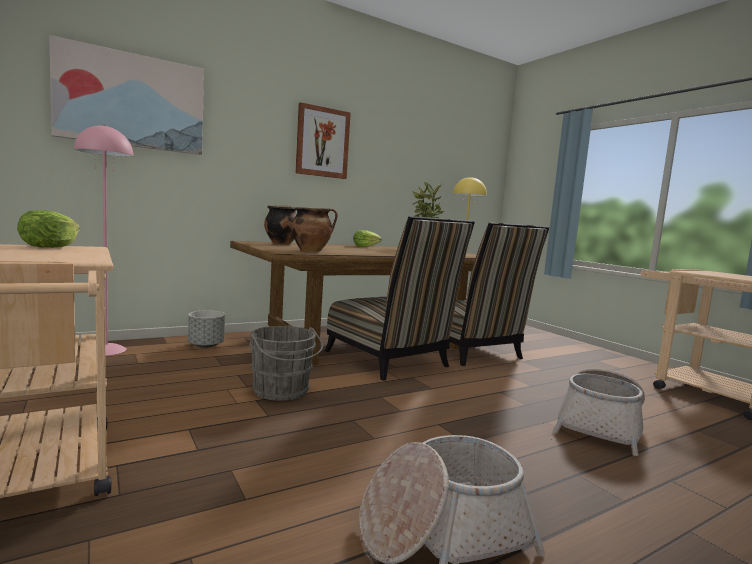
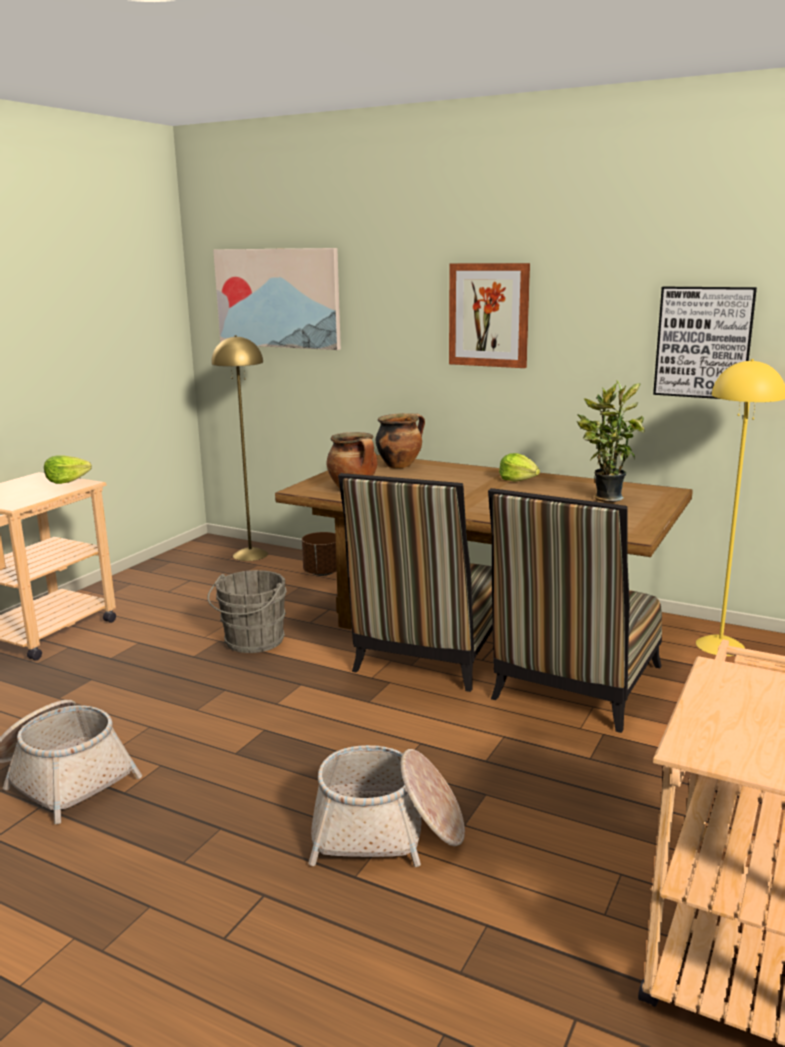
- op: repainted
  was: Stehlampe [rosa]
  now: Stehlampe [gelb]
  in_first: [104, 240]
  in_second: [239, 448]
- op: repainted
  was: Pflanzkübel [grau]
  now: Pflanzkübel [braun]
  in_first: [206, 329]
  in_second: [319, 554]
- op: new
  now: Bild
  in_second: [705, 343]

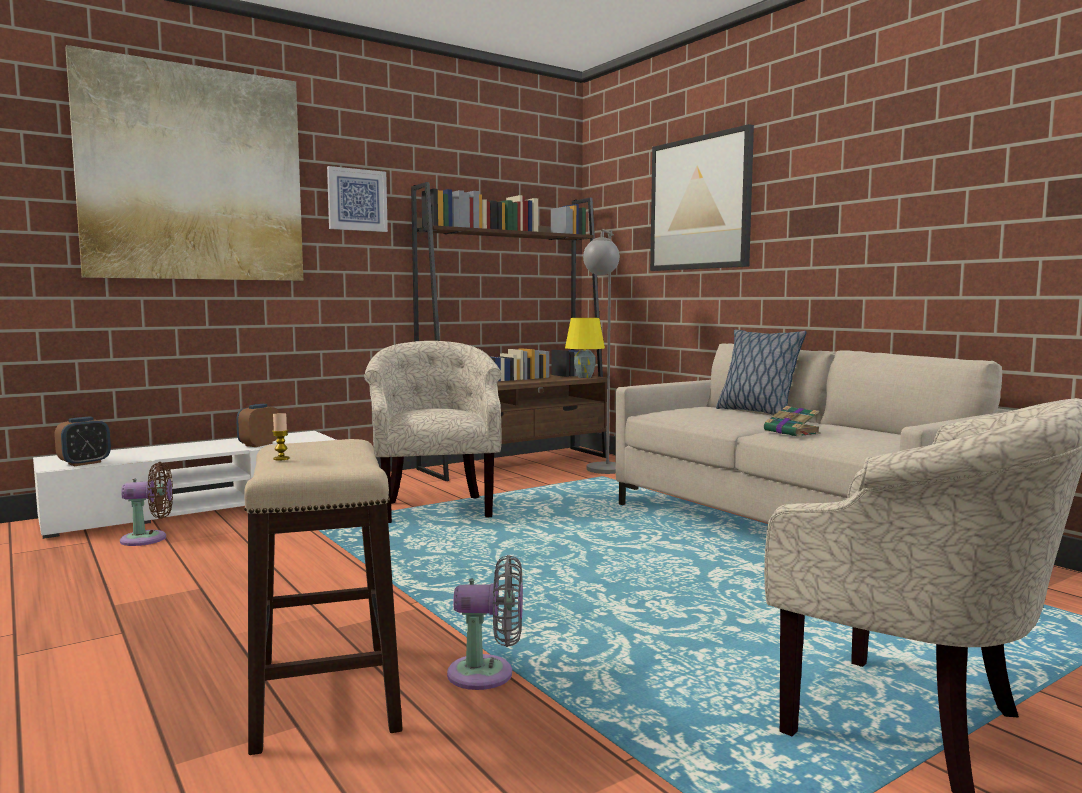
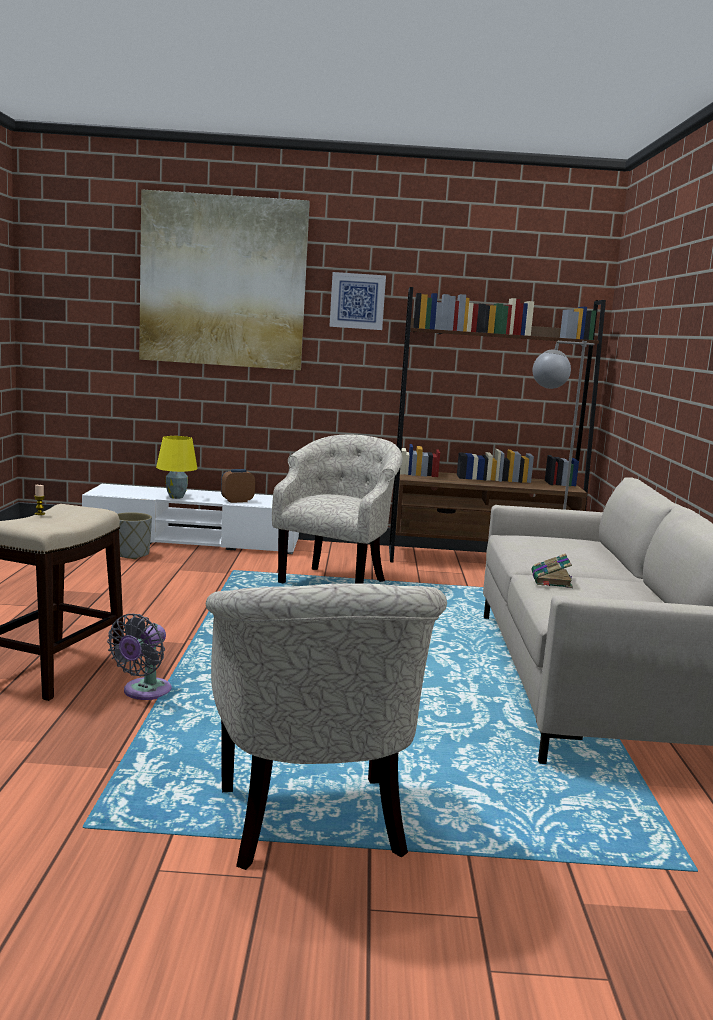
- op: gone
  was: Bild
  in_first: [702, 197]
- op: shifted
  was: Tischlampe [gelb]
  in_first: [585, 348]
  in_second: [177, 467]
- op: gone
  was: Kissen
  in_first: [761, 372]
- op: gone
  was: Wecker
  in_first: [83, 441]
- op: swapped
  was: Ventilator [braun]
  now: Pflanzkübel [grau]
  in_first: [146, 504]
  in_second: [135, 535]
- op: rotated
  was: Ventilator [grau]
  in_first: [485, 622]
  in_second: [139, 657]
  clockwise: 75

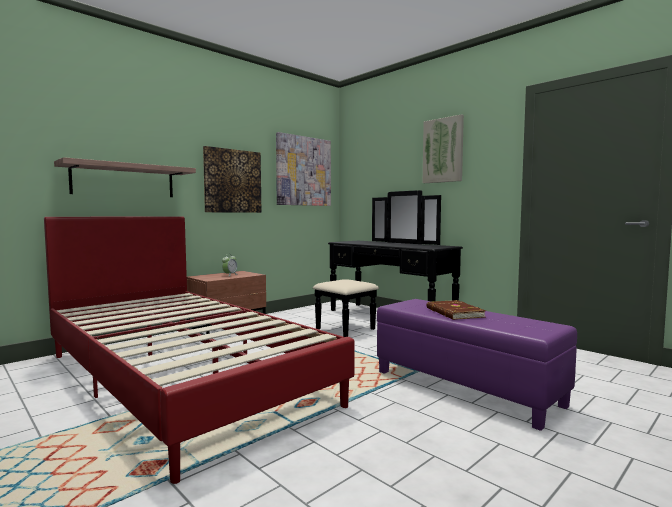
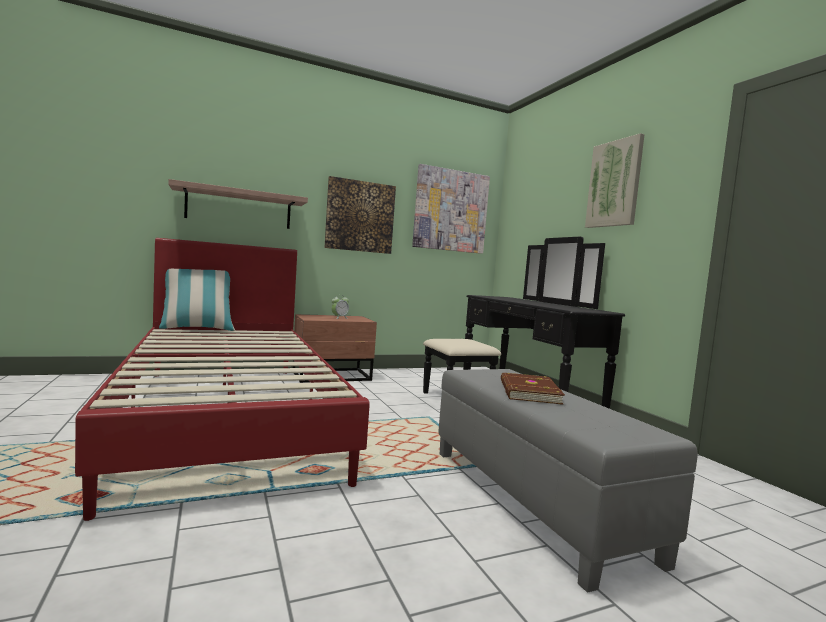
- op: repainted
  was: Polsterhocker [lila]
  now: Polsterhocker [grau]
  in_first: [477, 365]
  in_second: [568, 481]
- op: new
  now: Kissen
  in_second: [197, 300]

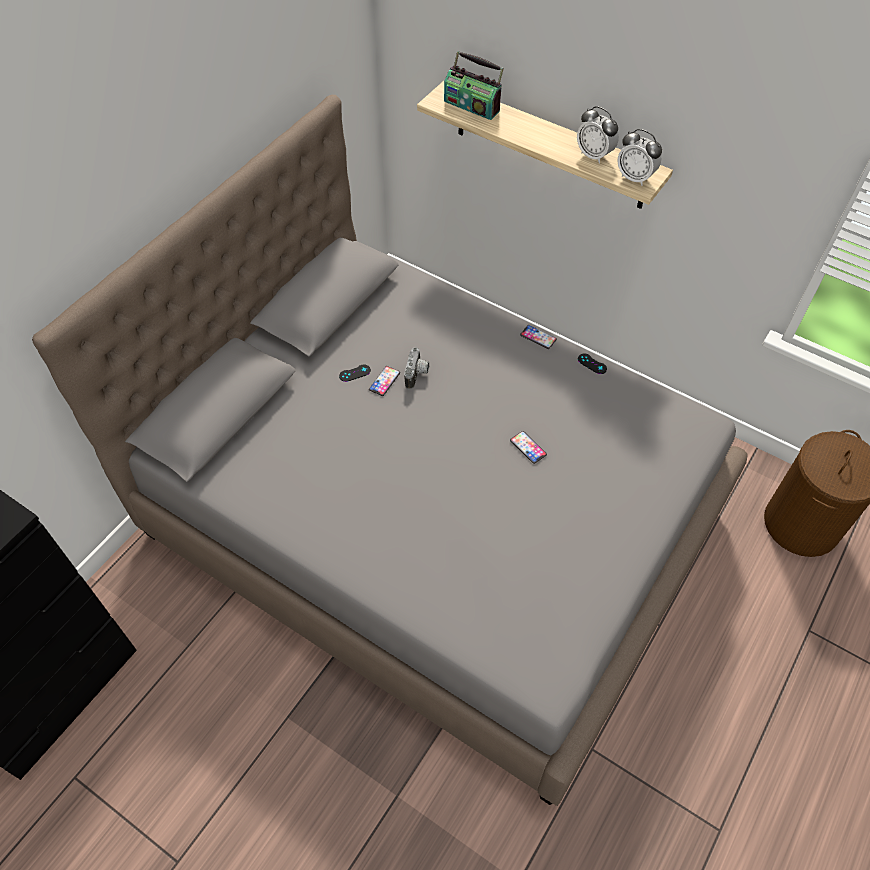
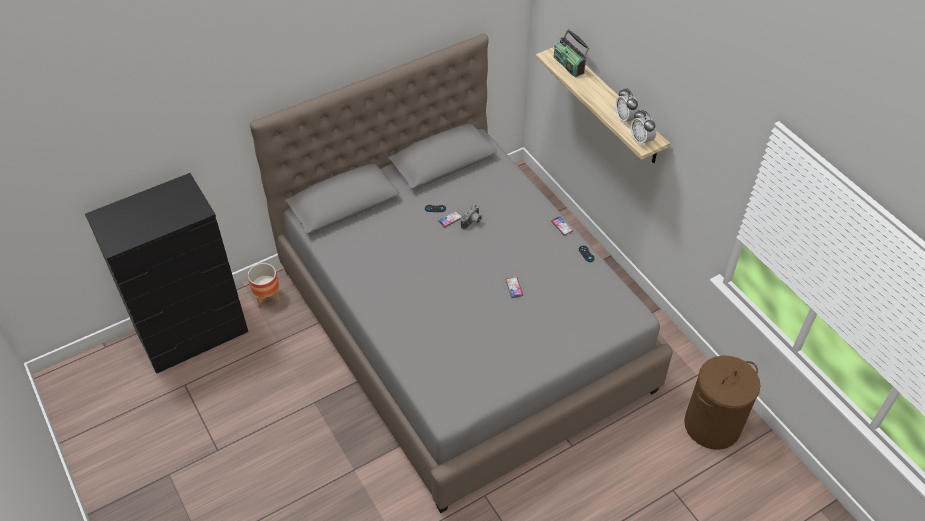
- op: new
  now: Pflanzkübel
  in_second: [264, 285]

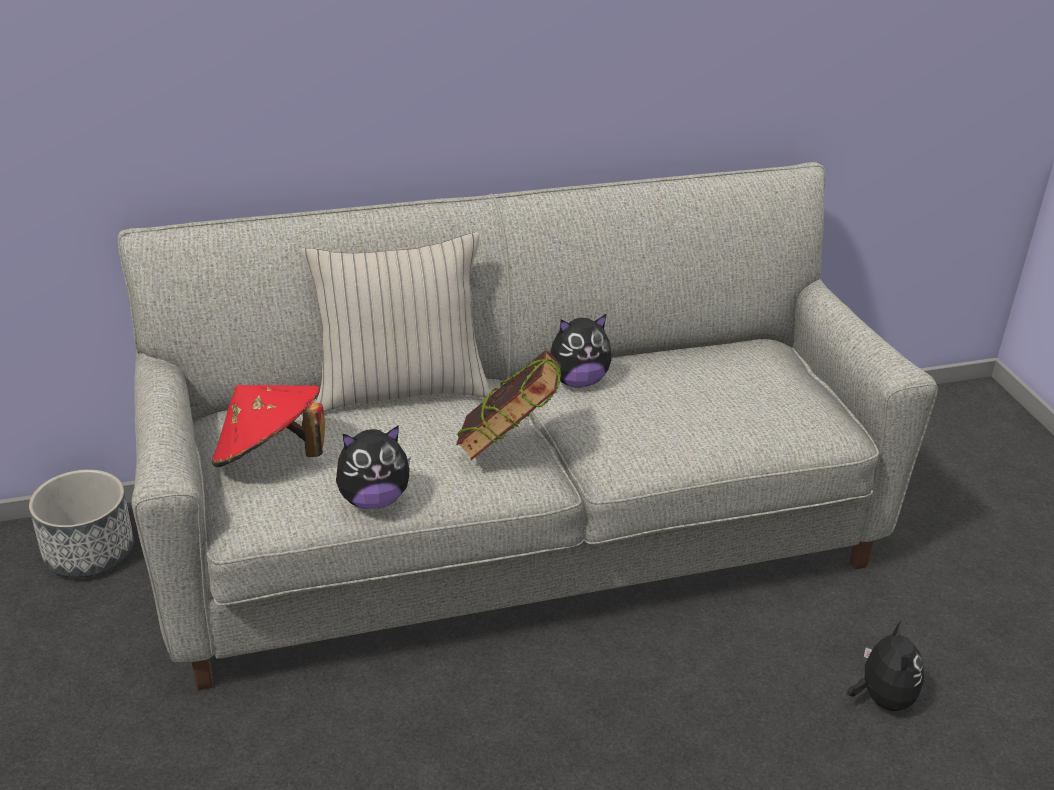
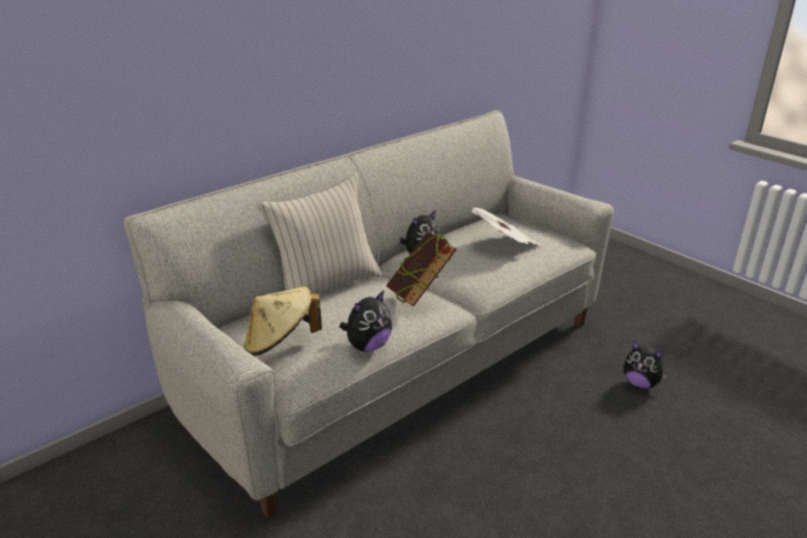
- op: repainted
  was: Hut [rot]
  now: Hut [beige]
  in_first: [268, 426]
  in_second: [283, 321]
- op: gone
  was: Pflanzkübel
  in_first: [81, 524]
- op: rotated
  was: Plüschtier
  in_first: [885, 666]
  in_second: [646, 364]
  clockwise: 150
- op: new
  now: Zeitung
  in_second: [506, 226]

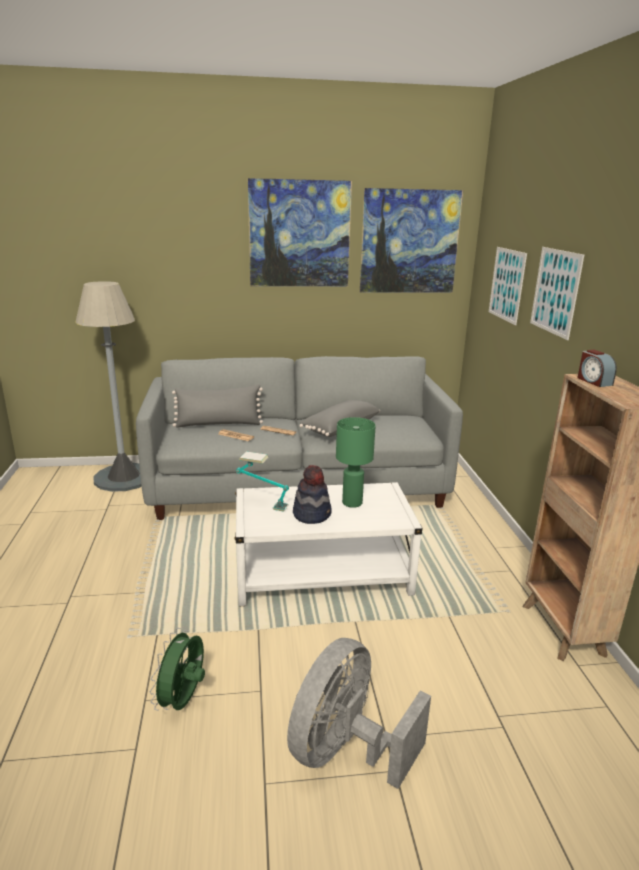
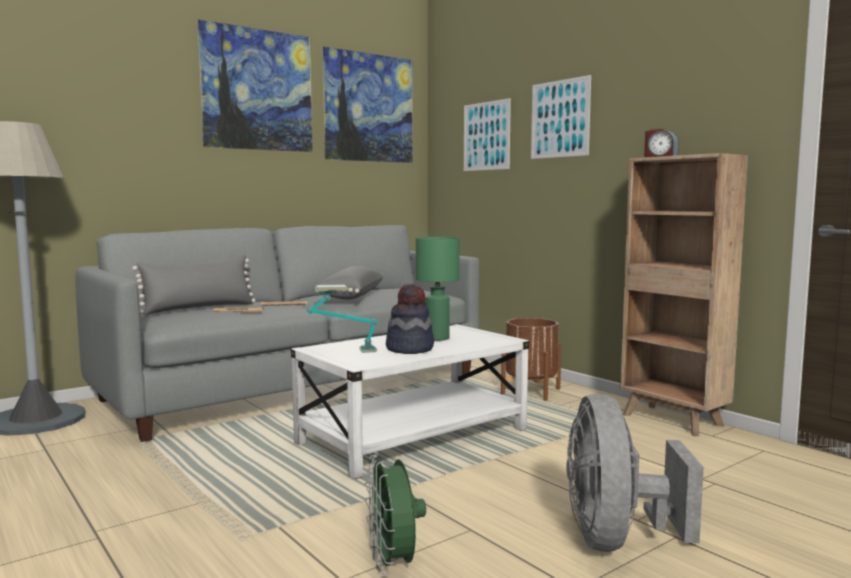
- op: new
  now: Pflanzkübel [braun]
  in_second: [531, 359]

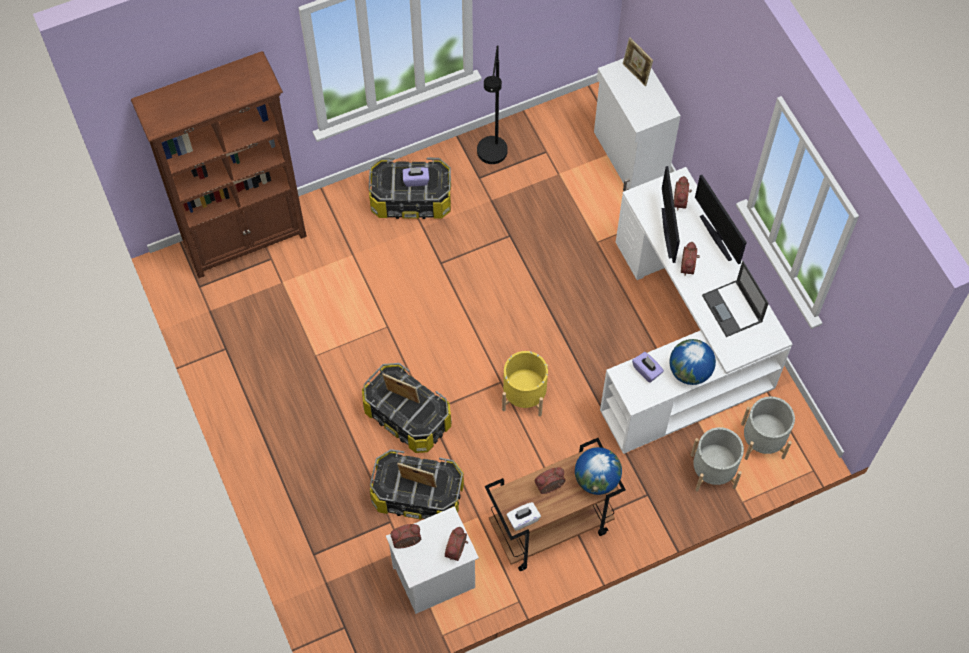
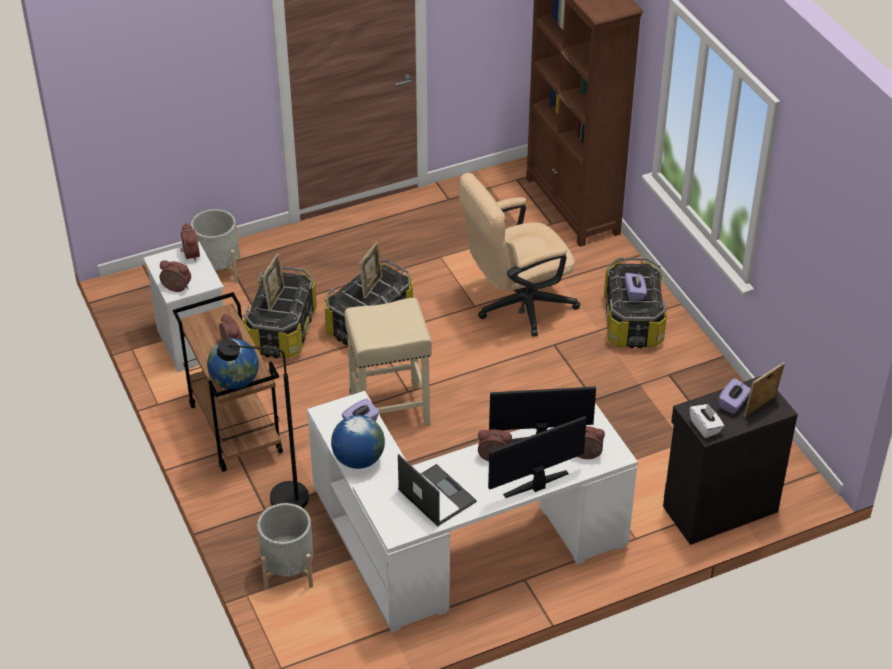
- op: shifted
  was: Stehlampe [schwarz]
  in_first: [492, 104]
  in_second: [263, 424]
- op: repainted
  was: Schrank [weiß]
  now: Schrank [schwarz]
  in_first: [637, 124]
  in_second: [730, 460]
- op: rotated
  was: Laptop
  in_first: [735, 299]
  in_second: [437, 490]
  clockwise: 75
- op: swapped
  was: Pflanzkübel [gelb]
  now: Hocker [beige]
  in_first: [525, 383]
  in_second: [388, 362]
- op: shifted
  was: Pflanzkübel [grau]
  in_first: [768, 428]
  in_second: [215, 246]
- op: shifted
  was: Taschentuchbox [weiß]
  in_first: [524, 516]
  in_second: [707, 421]
- op: new
  now: Bürostuhl [beige]
  in_second: [519, 255]
- op: new
  now: Taschentuchbox [lila]
  in_second: [734, 396]

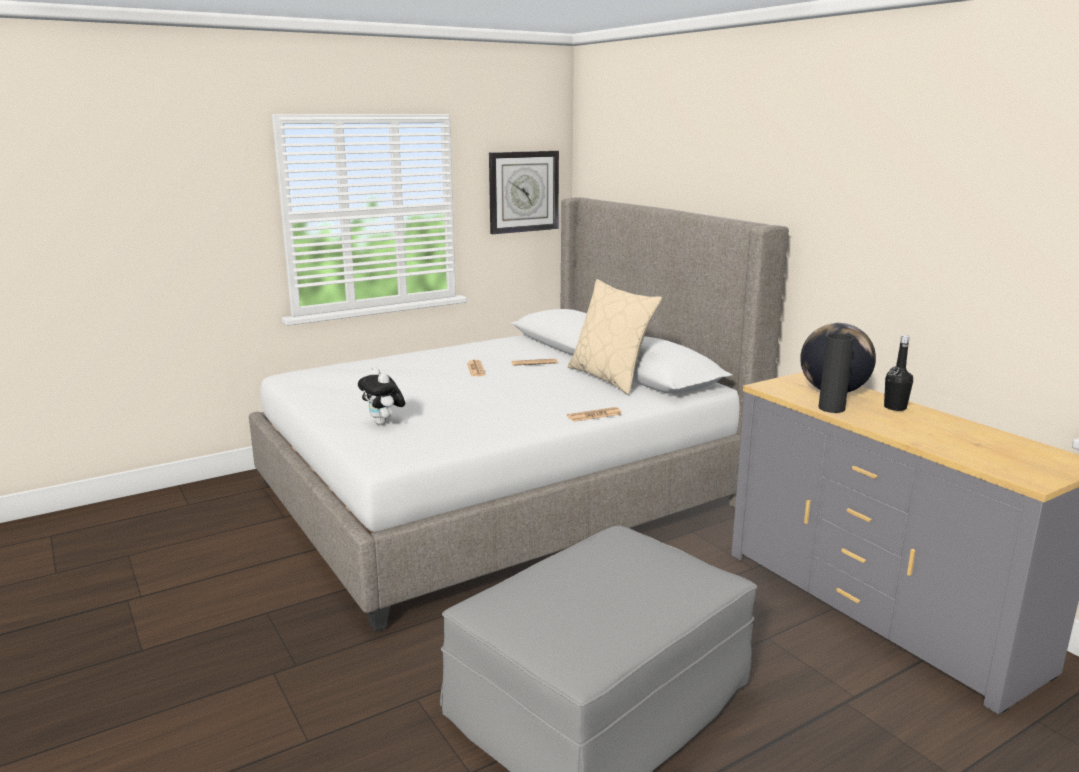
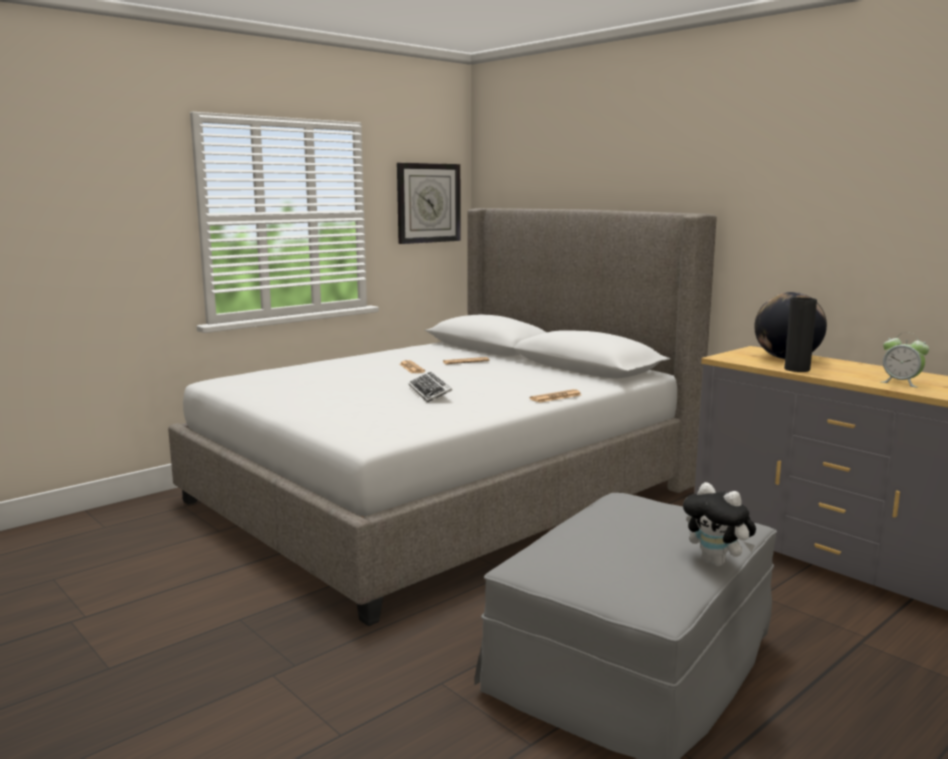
- op: gone
  was: Kissen [beige]
  in_first: [615, 337]
- op: gone
  was: Flasche [schwarz]
  in_first: [898, 373]
- op: shifted
  was: Plüschtier
  in_first: [381, 396]
  in_second: [719, 524]
- op: new
  now: Wecker
  in_second: [905, 359]
- op: new
  now: Tastatur
  in_second: [430, 387]

